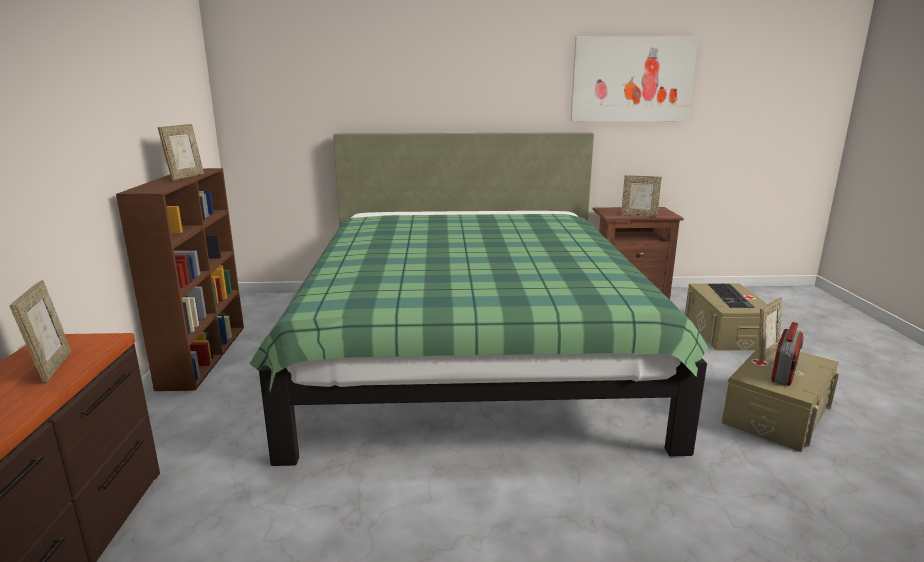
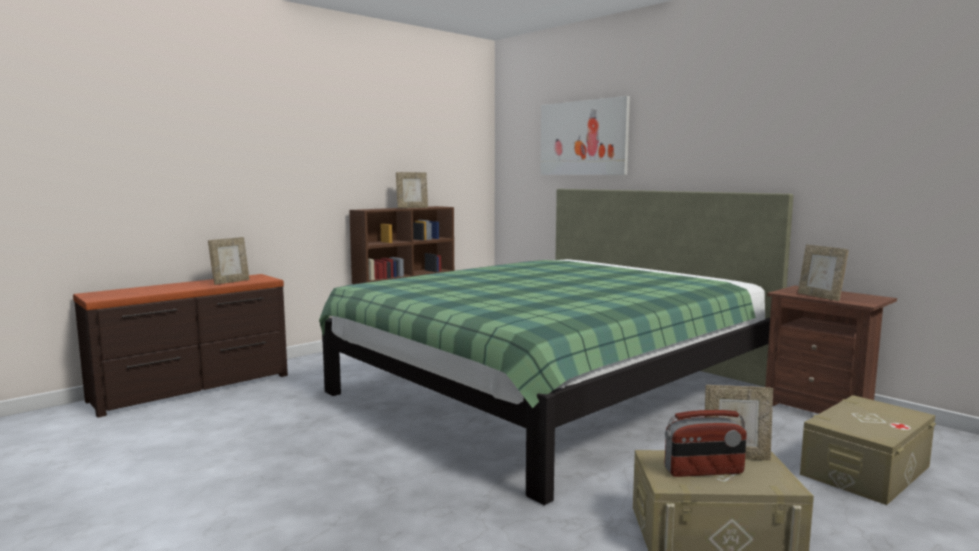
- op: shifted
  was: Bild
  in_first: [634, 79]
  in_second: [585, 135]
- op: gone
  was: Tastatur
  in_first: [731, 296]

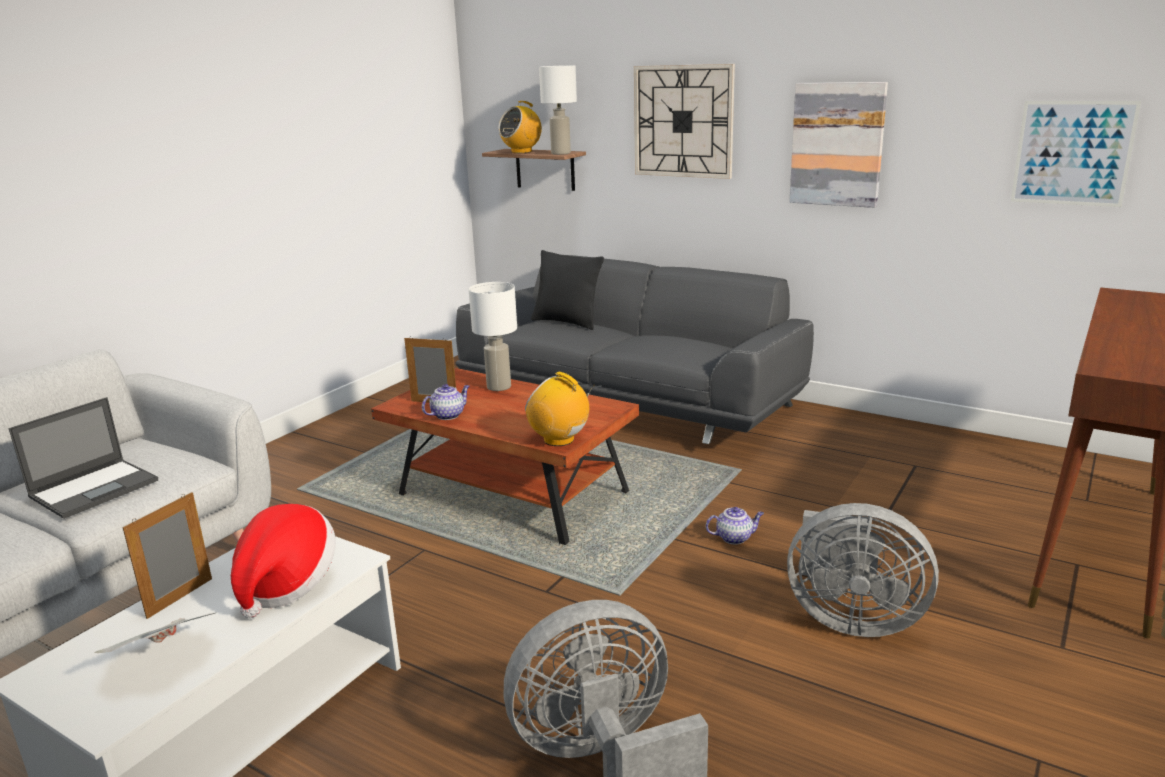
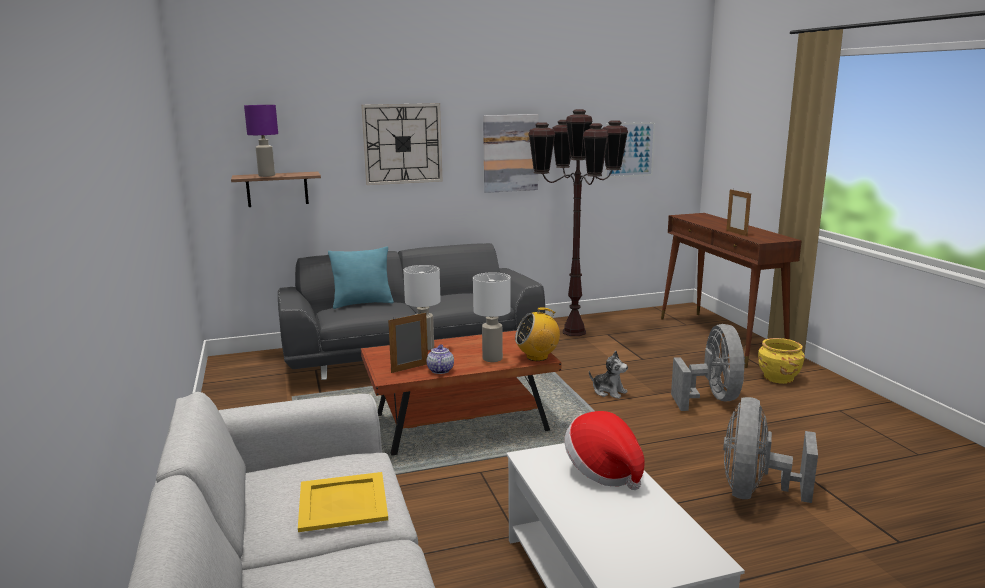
- op: shifted
  was: Tischlampe [weiß]
  in_first: [558, 110]
  in_second: [492, 317]
- op: swapped
  was: Radio
  now: Tischlampe [lila]
  in_first: [520, 127]
  in_second: [261, 141]
- op: repainted
  was: Kissen [schwarz]
  now: Kissen [türkis]
  in_first: [567, 290]
  in_second: [361, 277]
- op: swapped
  was: Laptop
  now: Tablett [gelb]
  in_first: [83, 458]
  in_second: [343, 502]
- op: shifted
  was: Bilderrahmen
  in_first: [167, 555]
  in_second: [738, 212]
- op: rotated
  was: Ventilator [grau]
  in_first: [863, 570]
  in_second: [708, 367]
  clockwise: -60
- op: swapped
  was: Teekanne
  now: Plüschtier
  in_first: [735, 525]
  in_second: [608, 375]
- op: gone
  was: Zeitung
  in_first: [154, 633]
- op: new
  now: Stehlampe [braun]
  in_second: [578, 222]
- op: new
  now: Pflanzkübel [gelb]
  in_second: [781, 361]

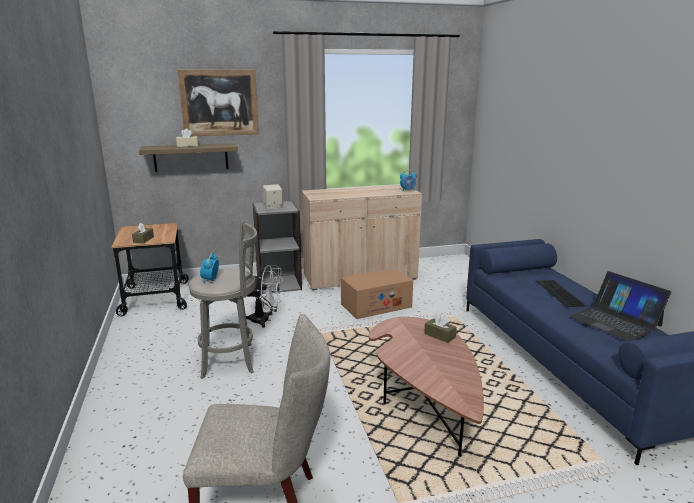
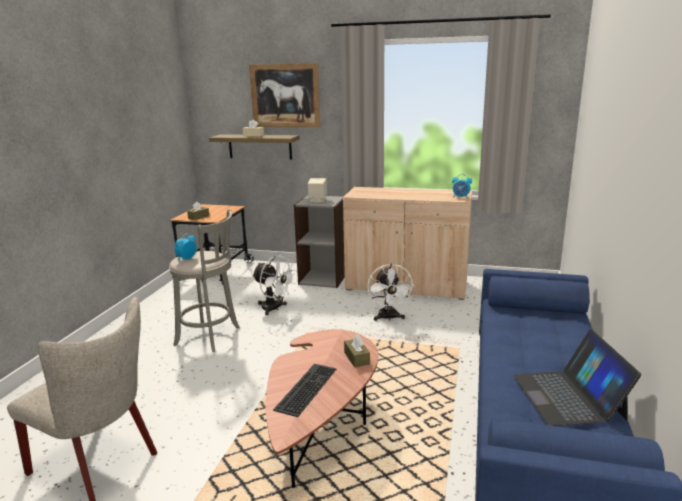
- op: swapped
  was: Karton
  now: Ventilator [weiß]
  in_first: [377, 293]
  in_second: [390, 292]
- op: shifted
  was: Tastatur
  in_first: [561, 293]
  in_second: [304, 390]

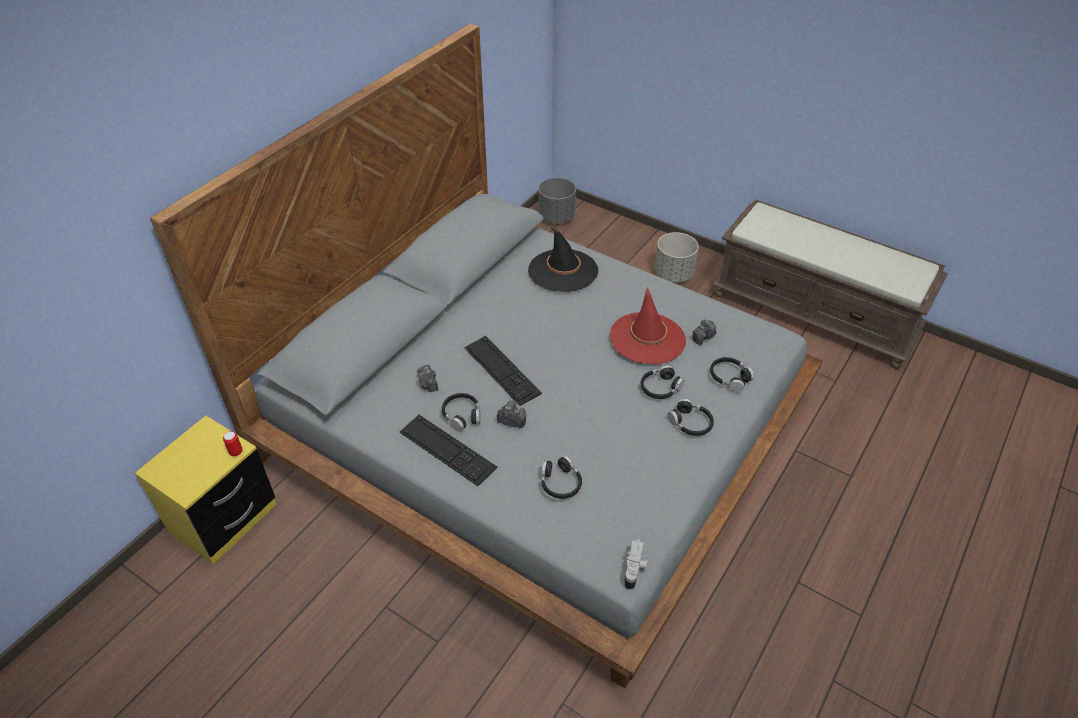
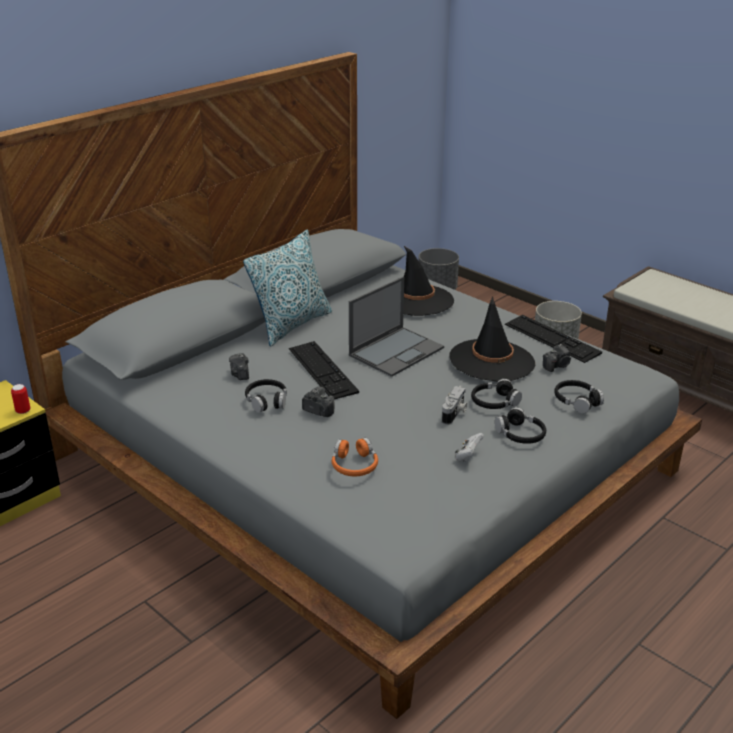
- op: repainted
  was: Hut [rot]
  now: Hut [schwarz]
  in_first: [648, 325]
  in_second: [492, 339]
- op: shifted
  was: Tastatur
  in_first: [448, 450]
  in_second: [553, 339]
- op: repainted
  was: Kopfhörer [schwarz]
  now: Kopfhörer [orange]
  in_first: [561, 477]
  in_second: [355, 457]
- op: shifted
  was: Kamera
  in_first: [635, 564]
  in_second: [454, 405]
- op: new
  now: Kissen
  in_second: [287, 288]
- op: new
  now: Laptop
  in_second: [396, 327]
- op: new
  now: Gamepad [weiß]
  in_second: [469, 447]

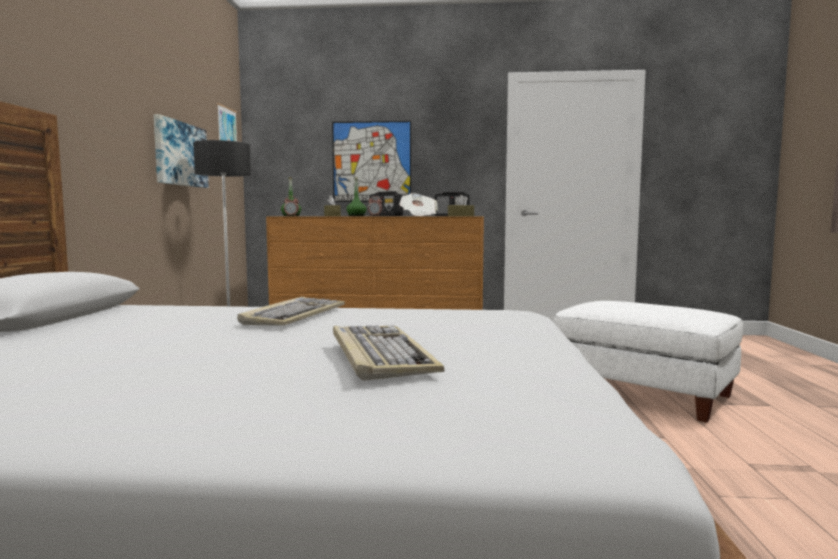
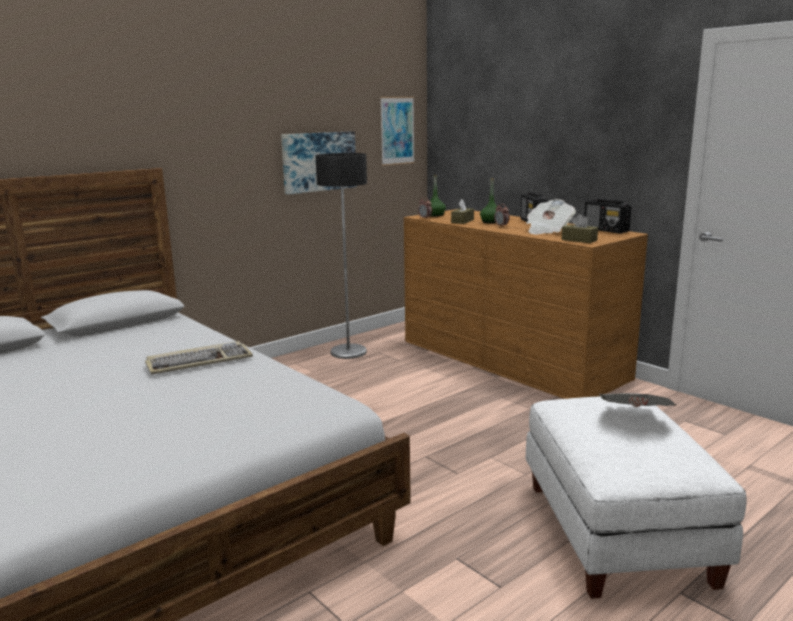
- op: gone
  was: Bild
  in_first: [371, 161]
- op: gone
  was: Tastatur
  in_first: [388, 353]
- op: new
  now: Zeitung
  in_second: [637, 400]

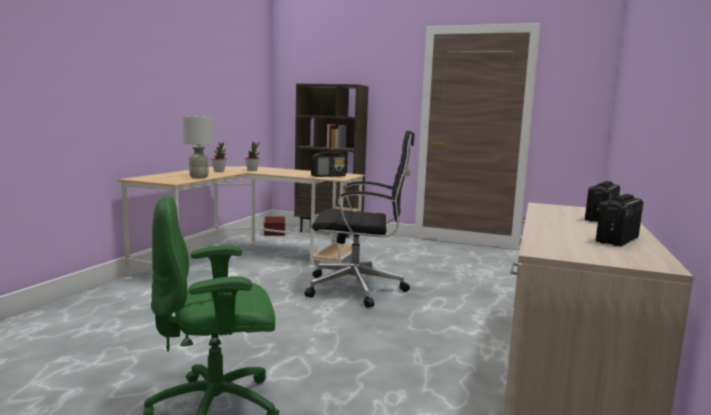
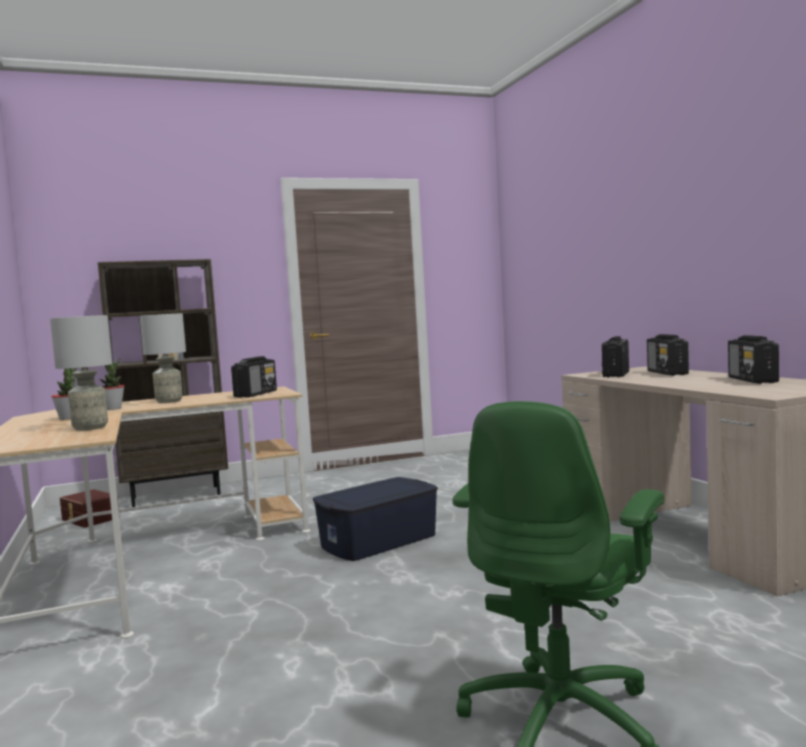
- op: swapped
  was: Bürostuhl [schwarz]
  now: Aufbewahrungsbox [blau]
  in_first: [360, 219]
  in_second: [375, 519]
- op: new
  now: Tischlampe [grau]
  in_second: [163, 358]
- op: new
  now: Radio
  in_second: [615, 356]

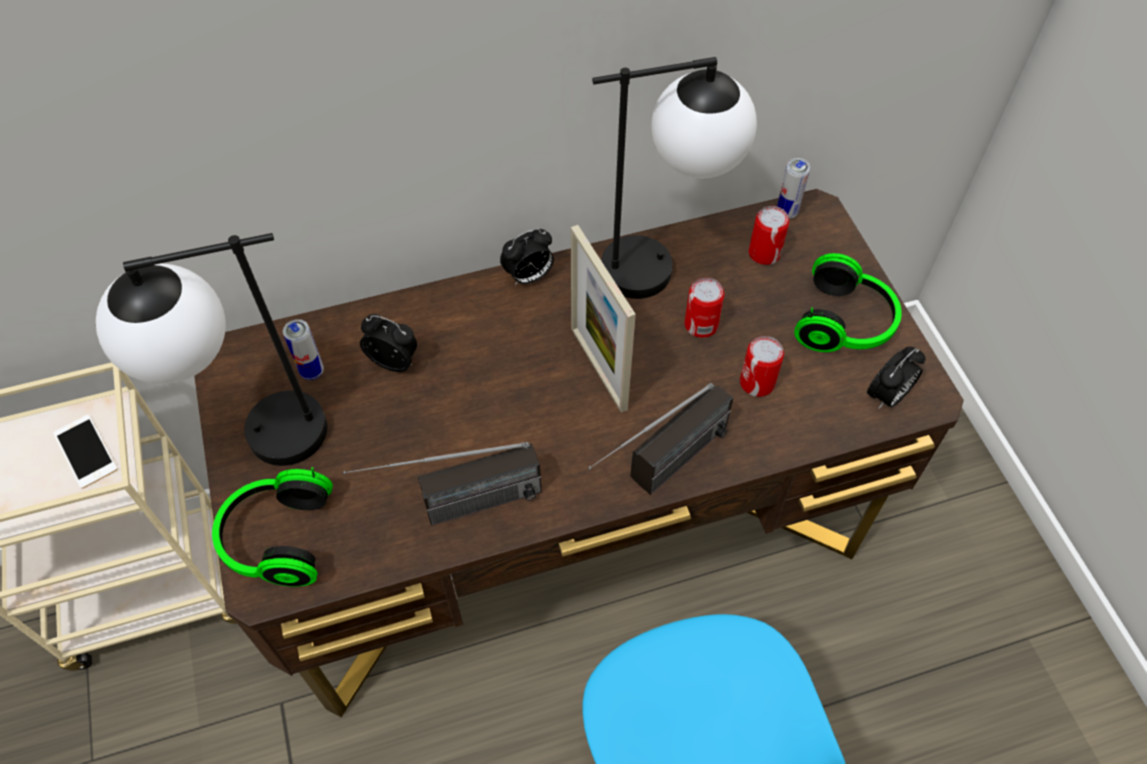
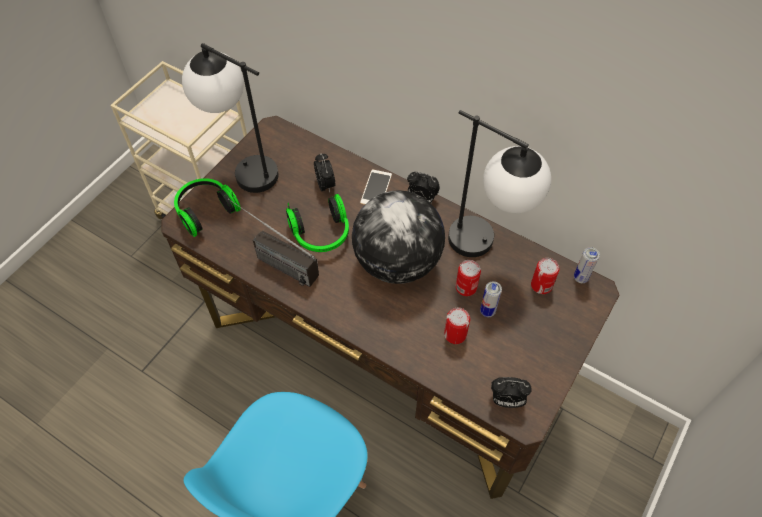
- op: swapped
  was: Bilderrahmen
  now: Globus
  in_first: [603, 319]
  in_second: [398, 237]
- op: shifted
  was: Kopfhörer
  in_first: [848, 302]
  in_second: [317, 223]
- op: shifted
  was: Dose
  in_first: [303, 349]
  in_second: [491, 299]
- op: gone
  was: Radio
  in_first: [660, 439]
- op: shifted
  was: Handy
  in_first: [85, 452]
  in_second: [376, 187]

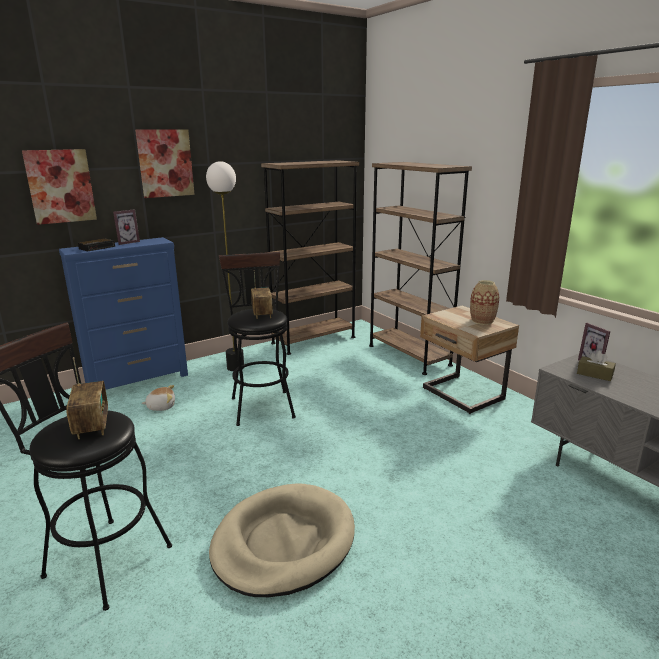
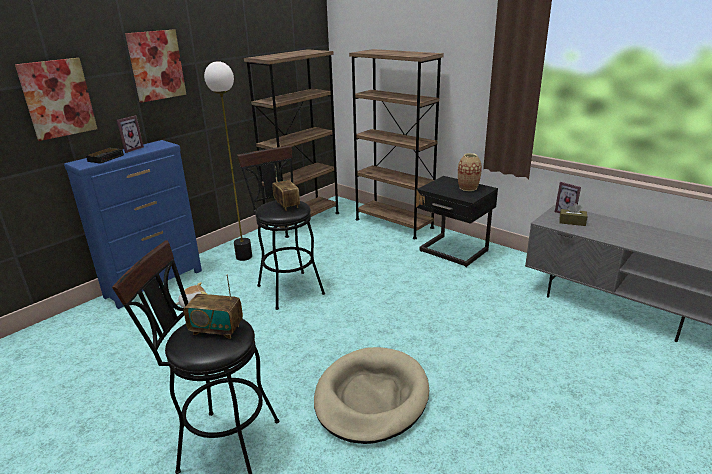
- op: repainted
  was: Nachttisch [beige]
  now: Nachttisch [schwarz]
  in_first: [469, 360]
  in_second: [457, 221]
- op: rotated
  was: Radio
  in_first: [87, 398]
  in_second: [213, 306]
  clockwise: 135

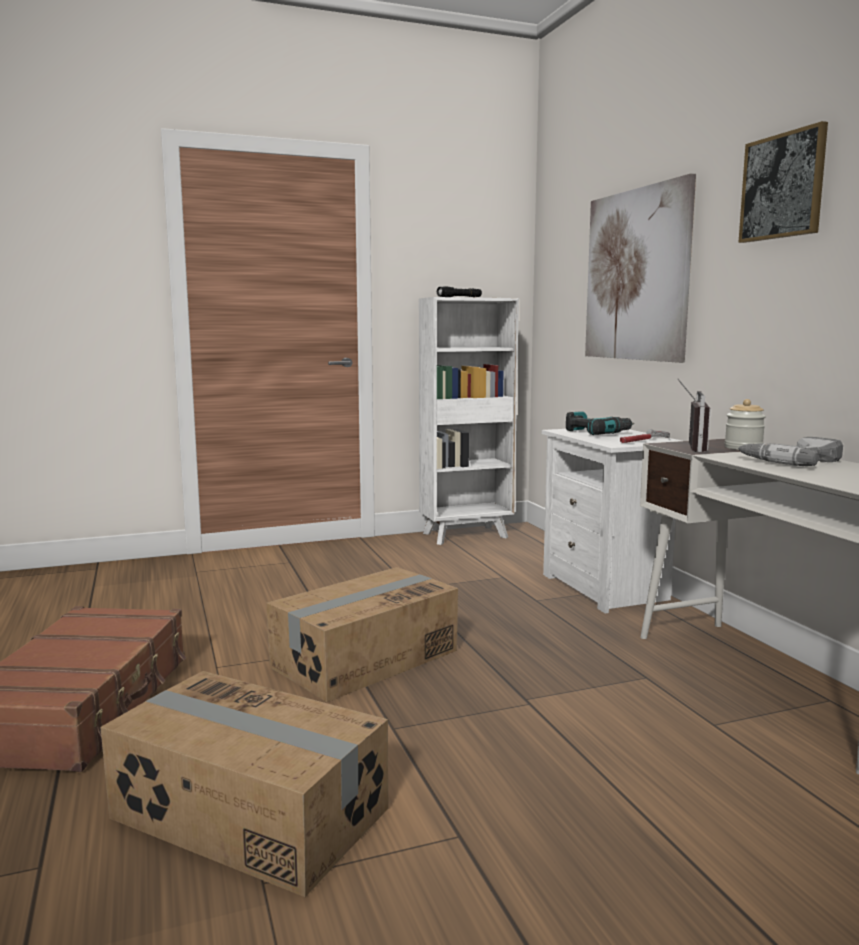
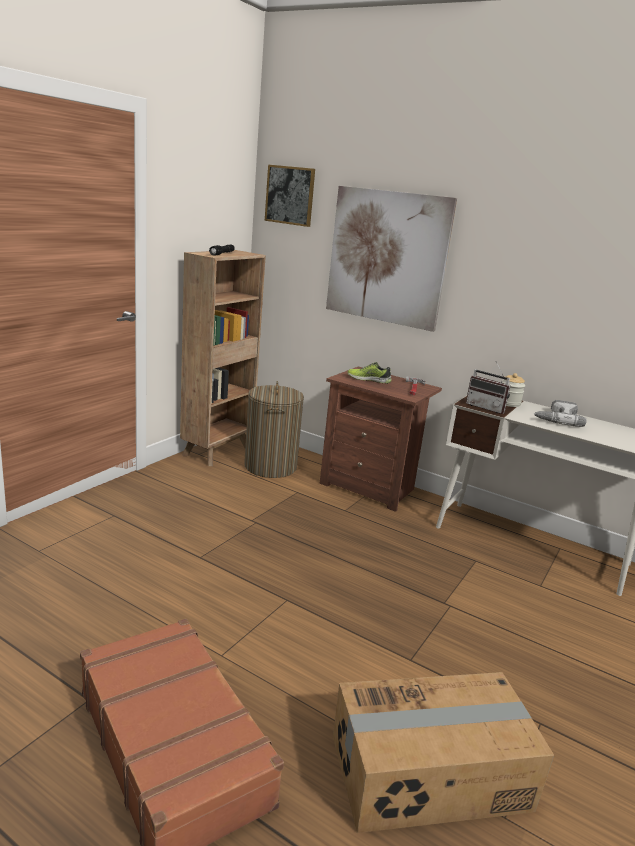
- op: shifted
  was: Bild
  in_first: [783, 182]
  in_second: [290, 196]
- op: repainted
  was: Bücherregal [weiß]
  now: Bücherregal [braun]
  in_first: [469, 421]
  in_second: [223, 358]
- op: rotated
  was: Radio
  in_first: [694, 415]
  in_second: [488, 388]
  clockwise: 150
- op: swapped
  was: Bohrmaschine
  now: Schuh
  in_first: [600, 423]
  in_second: [369, 373]
- op: repainted
  was: Nachttisch [weiß]
  now: Nachttisch [braun]
  in_first: [612, 521]
  in_second: [380, 439]
- op: gone
  was: Karton
  in_first: [362, 634]
- op: new
  now: Wäschekorb
  in_second: [274, 429]

